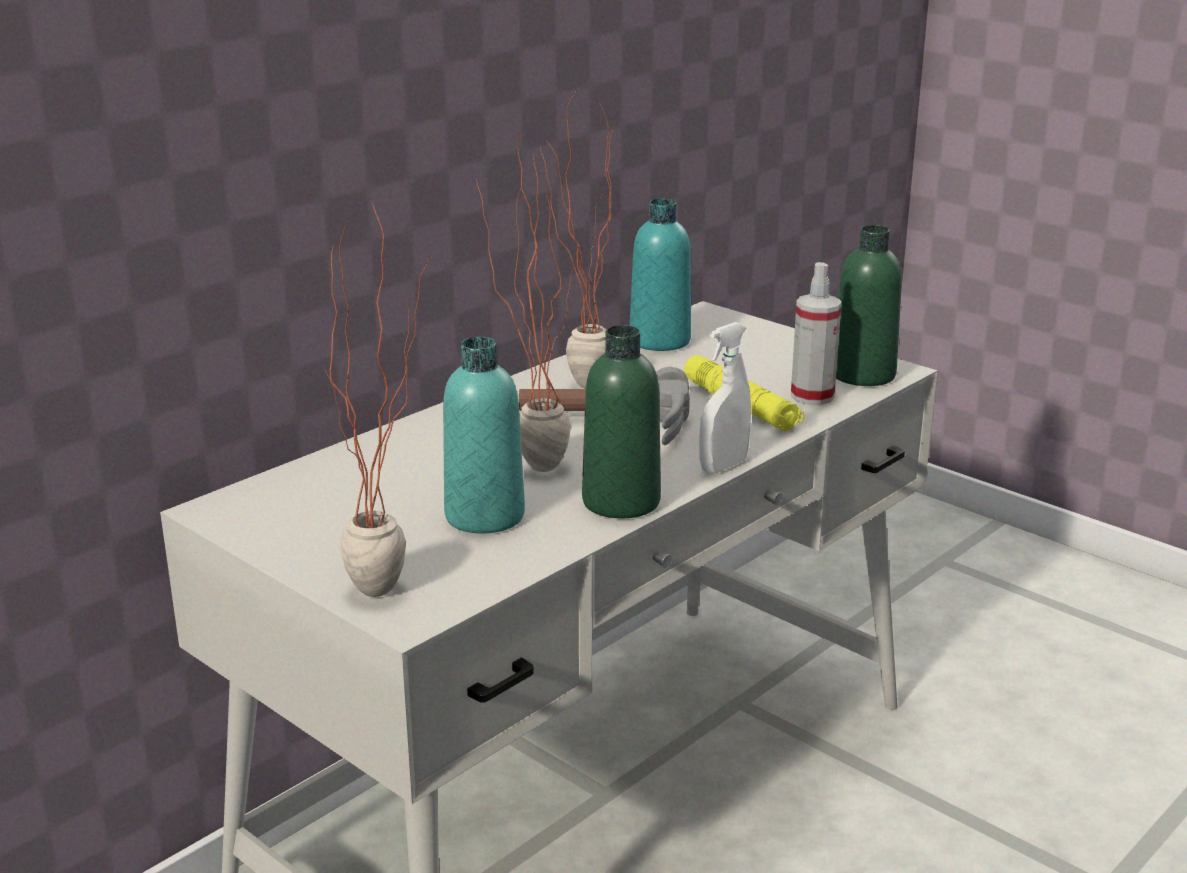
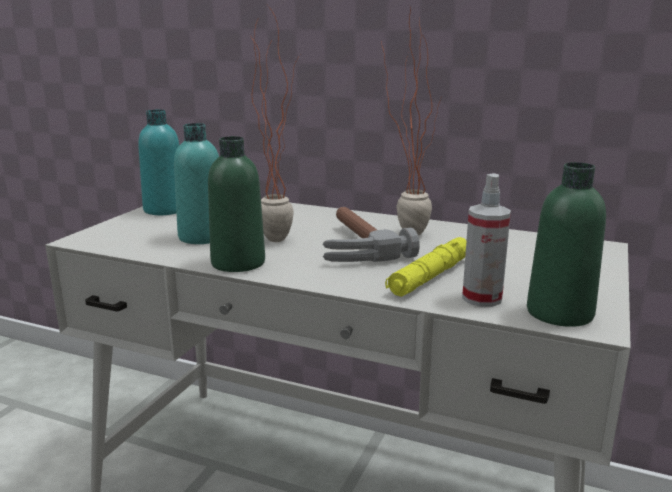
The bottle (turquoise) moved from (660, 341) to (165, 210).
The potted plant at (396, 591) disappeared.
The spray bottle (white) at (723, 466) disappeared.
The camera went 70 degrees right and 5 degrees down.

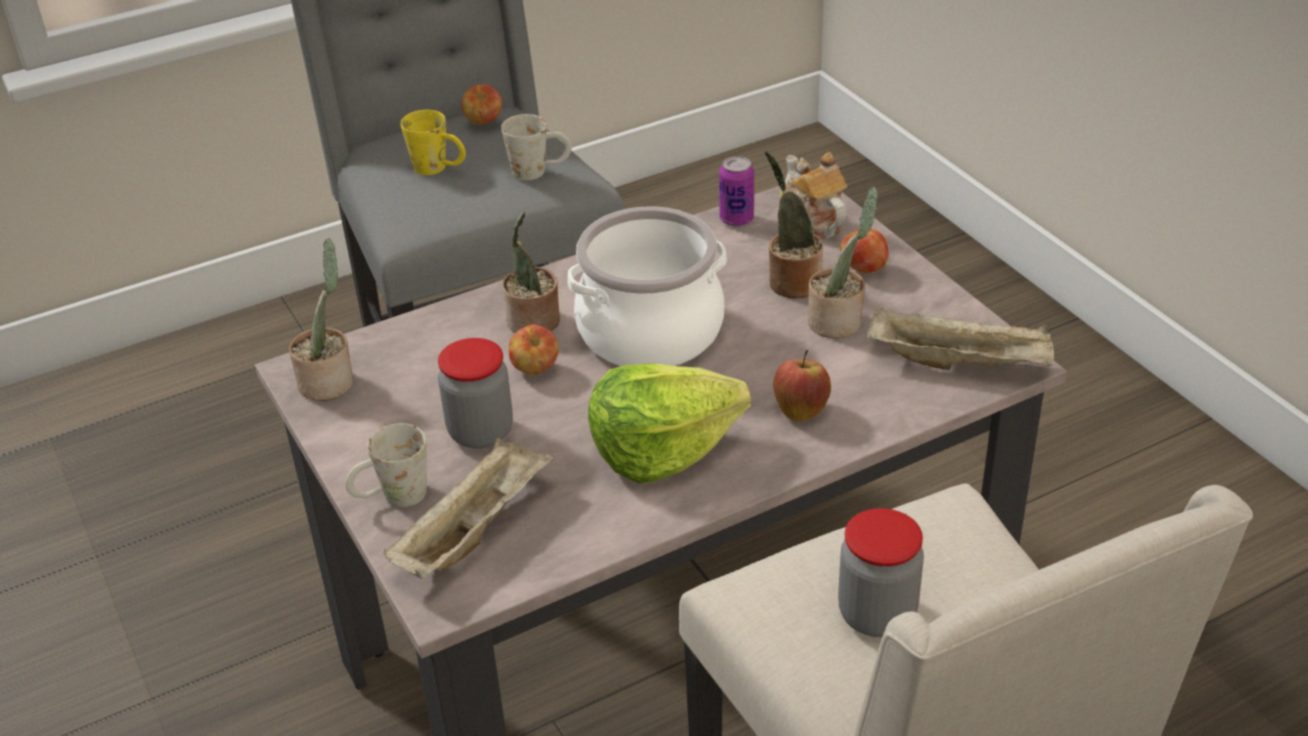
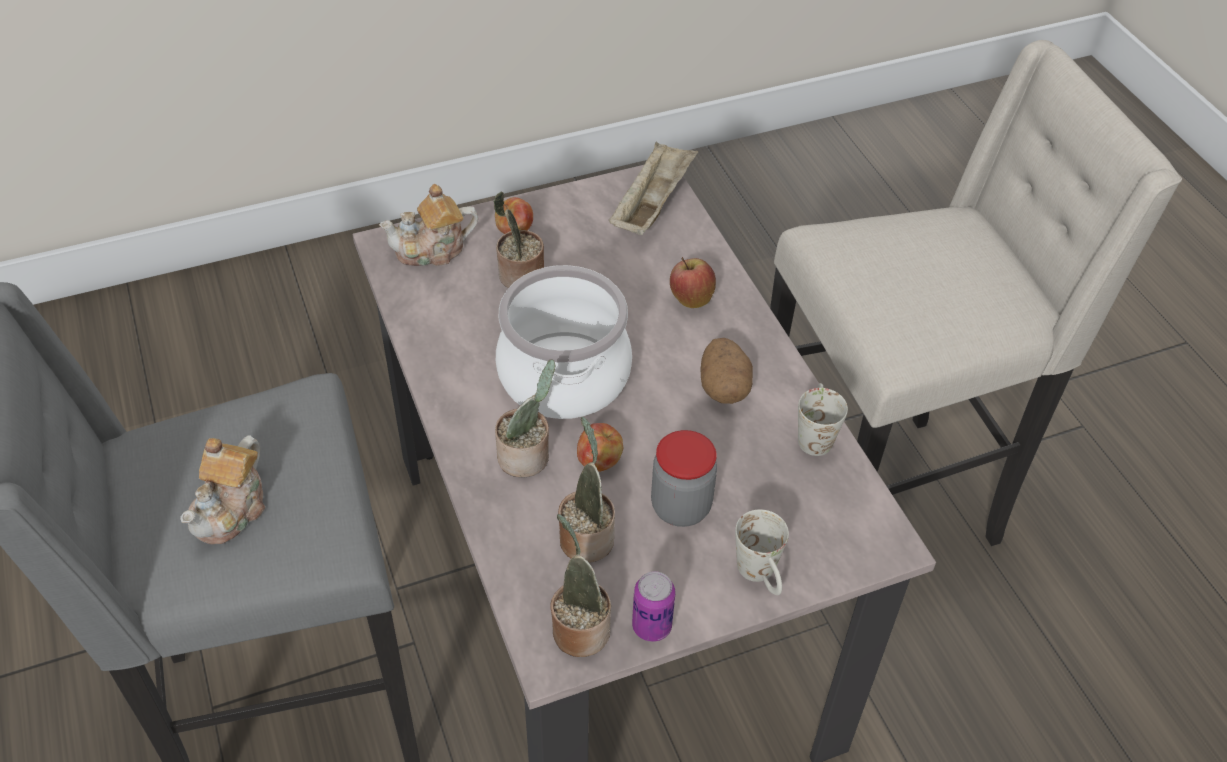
The mug (yellow) at (439, 169) was replaced by the teapot at (232, 509).
The potted plant moved from (839, 321) to (586, 536).
The can moved from (736, 219) to (651, 626).
The lettuce at (662, 449) was replaced by the potato at (724, 387).
The mug (white) moved from (539, 171) to (814, 433).
The tray (beige) at (474, 530) disappeared.
The apple at (483, 123) disappeared.
The jar at (877, 615) disappeared.
The camera went 85 degrees left and 10 degrees up.

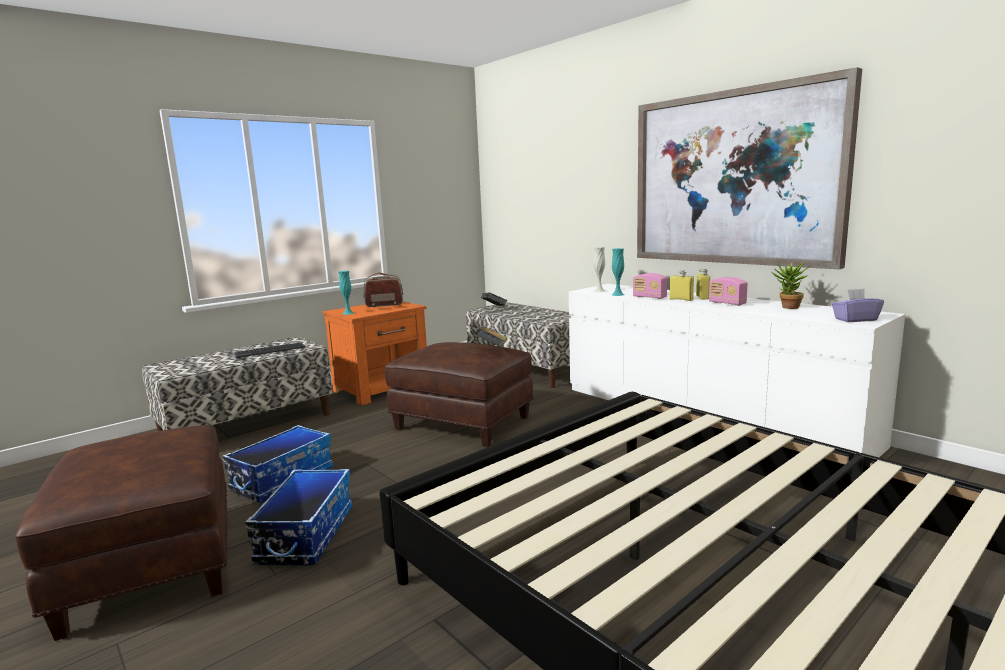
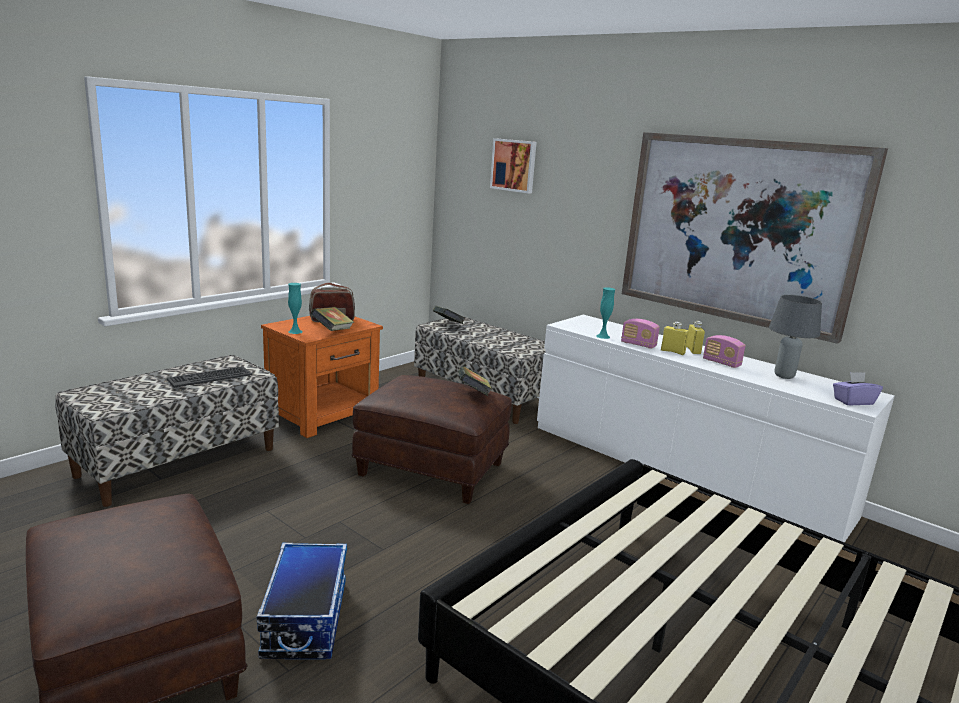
The book at (332, 331) appeared.
The picture at (514, 165) appeared.
The potted plant at (788, 307) was replaced by the table lamp (grey) at (783, 376).
The storage box at (283, 479) disappeared.
The vase (white) at (599, 291) disappeared.
The camera went 10 degrees left and 5 degrees up.

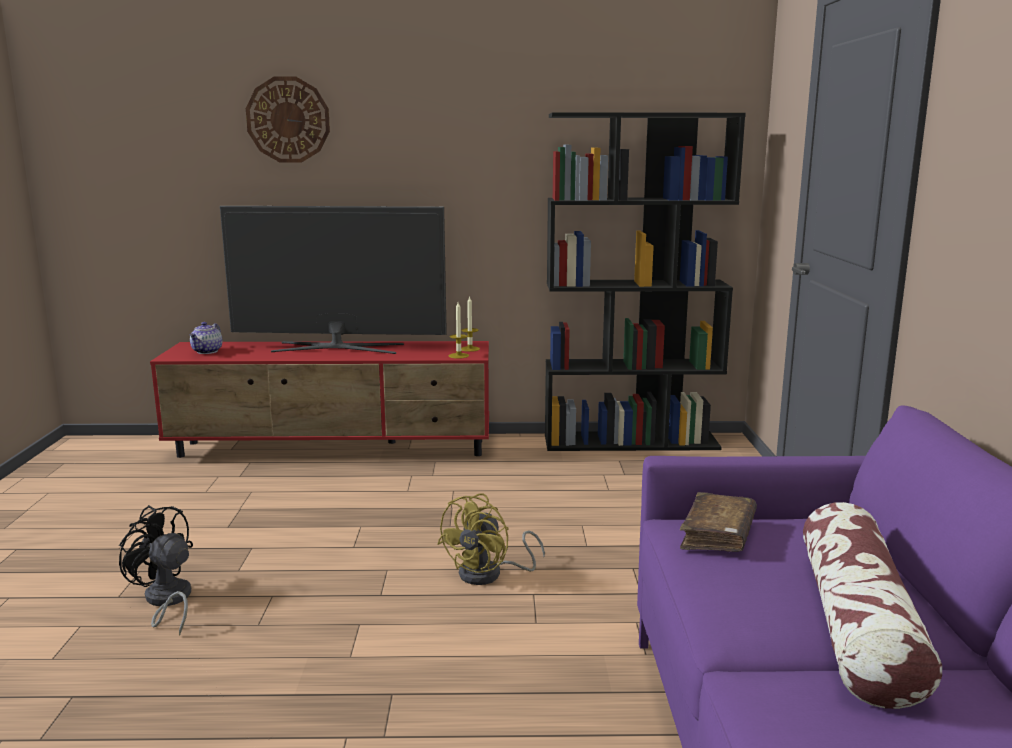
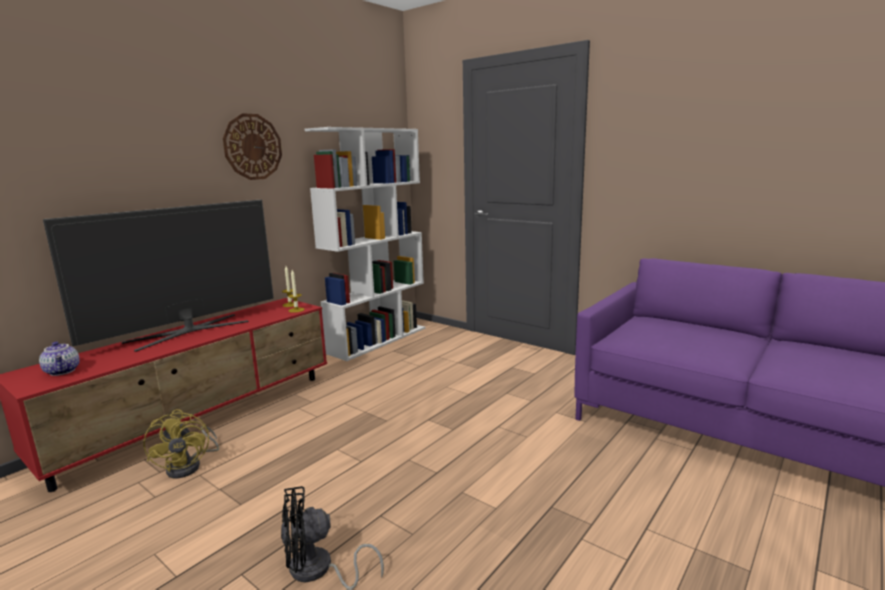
The fan (yellow) moved from (489, 574) to (190, 466).
The wall clock moved from (288, 120) to (253, 147).
The bookcase (black) at (631, 441) became the bookcase (white) at (378, 340).
The book (brown) at (718, 535) disappeared.
The pillow at (857, 626) disappeared.
The camera went 50 degrees left and 0 degrees up.

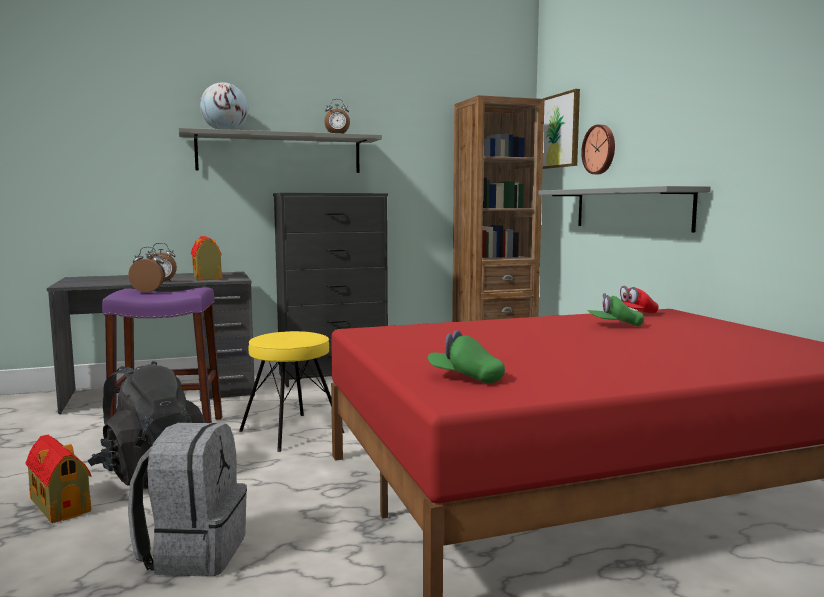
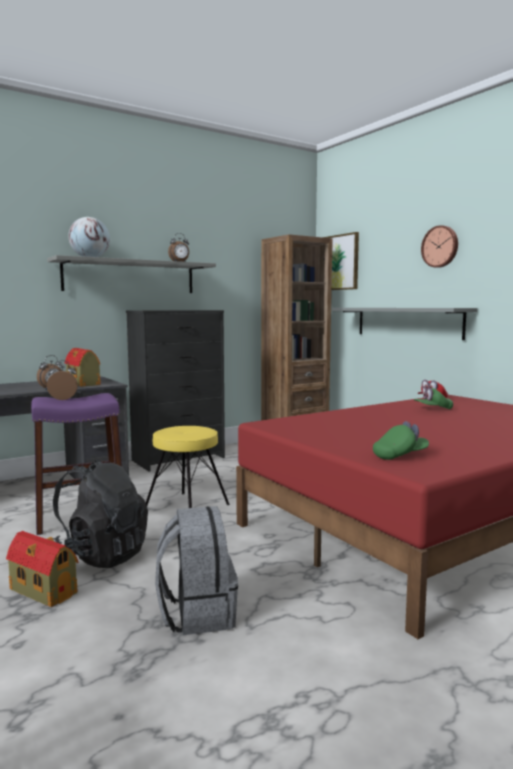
The cap (green) at (465, 378) turned 150 degrees clockwise.
The wall clock moved from (600, 149) to (440, 246).
The camera went 15 degrees left and 0 degrees up.

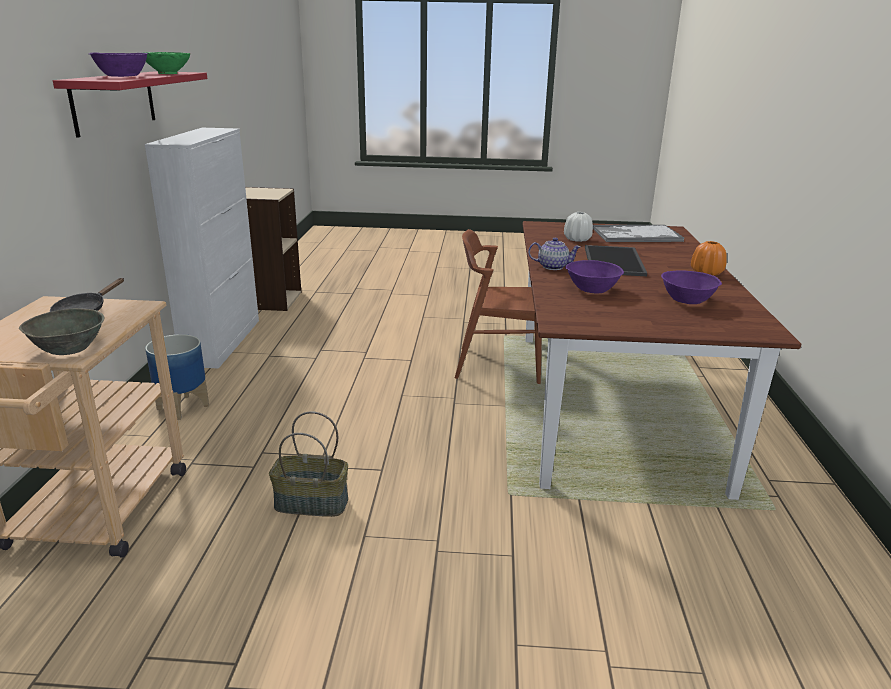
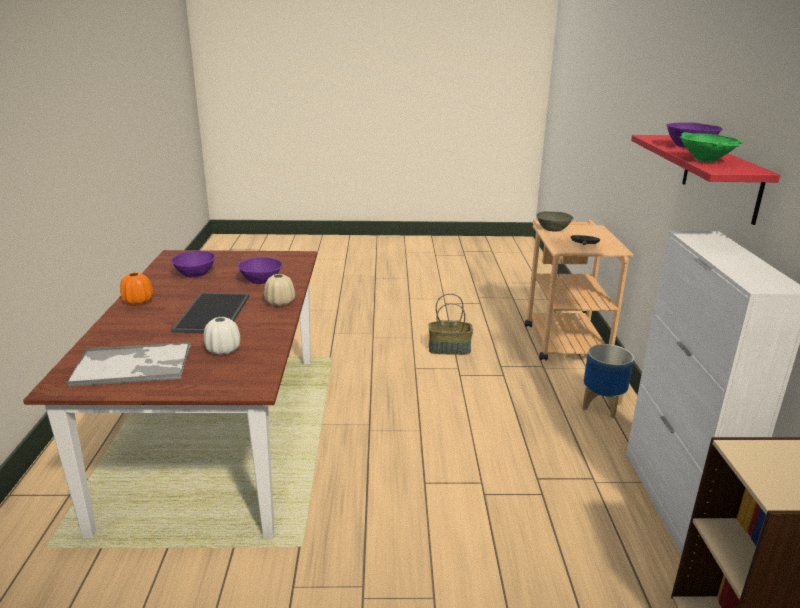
The teapot at (552, 267) was replaced by the vase (beige) at (280, 302).
The chair (brown) at (498, 365) disappeared.
The camera went 175 degrees right and 0 degrees up.

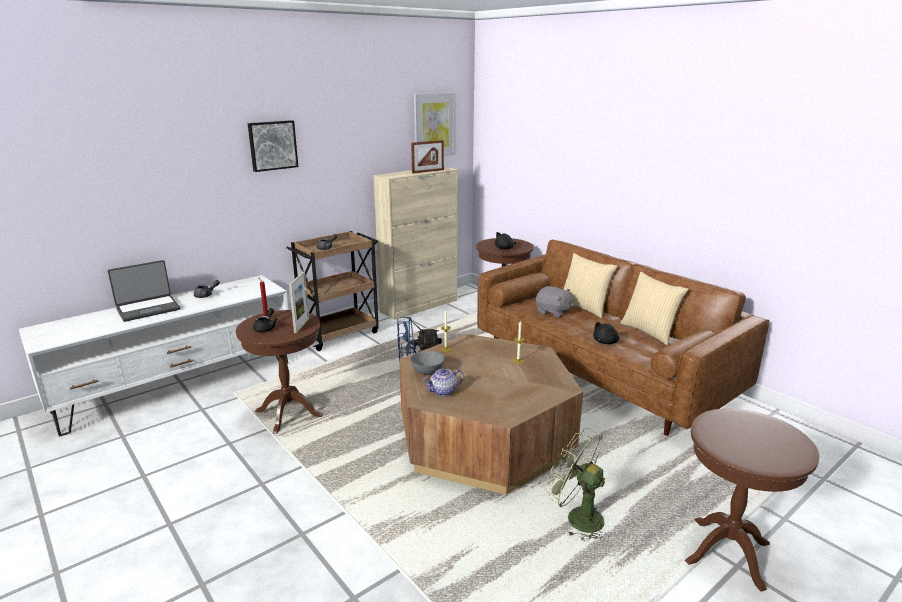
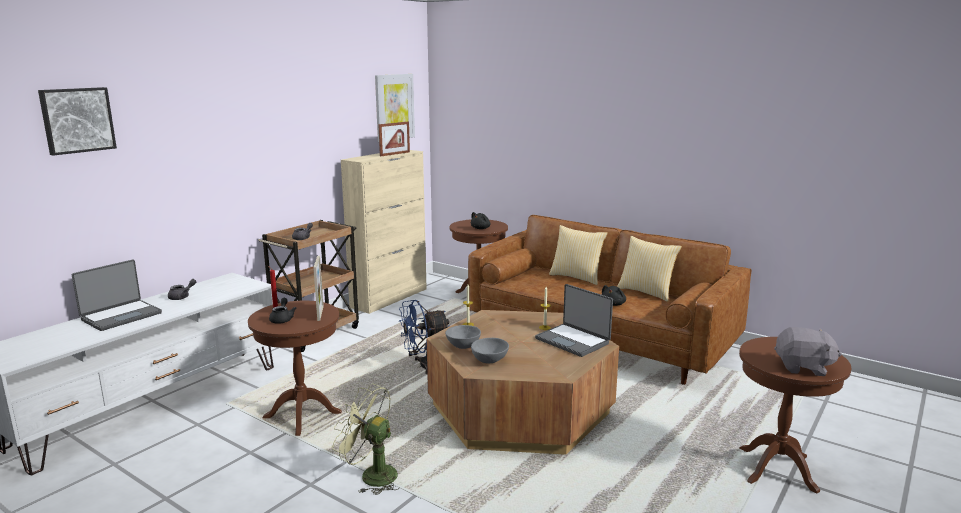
The picture moved from (272, 145) to (77, 120).
The fan (green) moved from (577, 517) to (371, 475).
The teapot at (444, 392) was replaced by the bowl (grey) at (490, 361).
The laptop at (573, 341) appeared.
The plush toy (grey) moved from (553, 312) to (803, 367).
The camera went 15 degrees left and 5 degrees down.

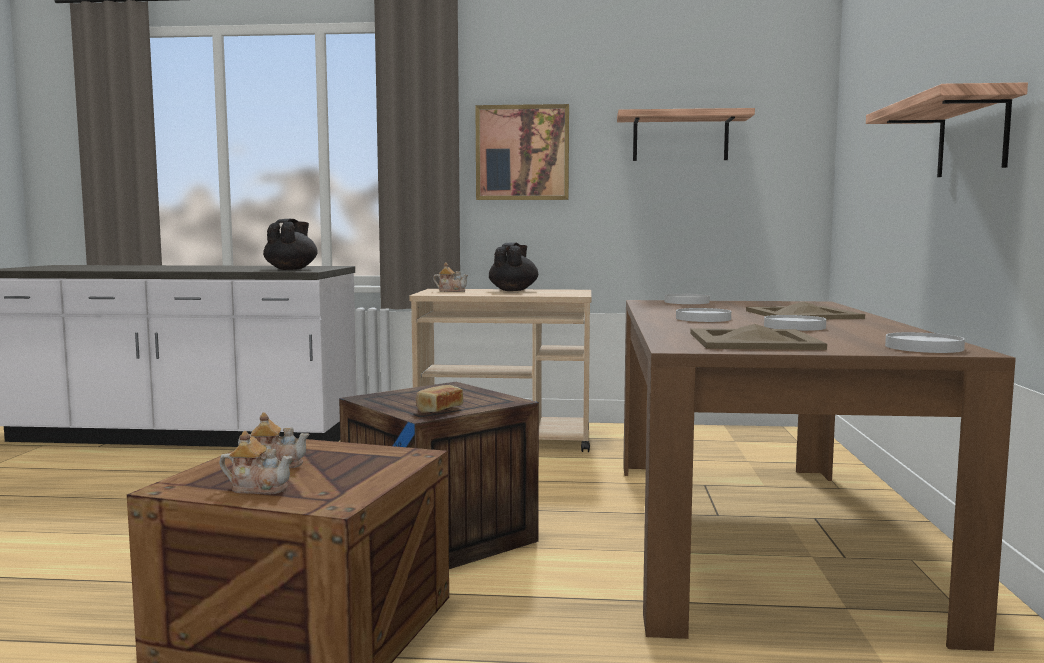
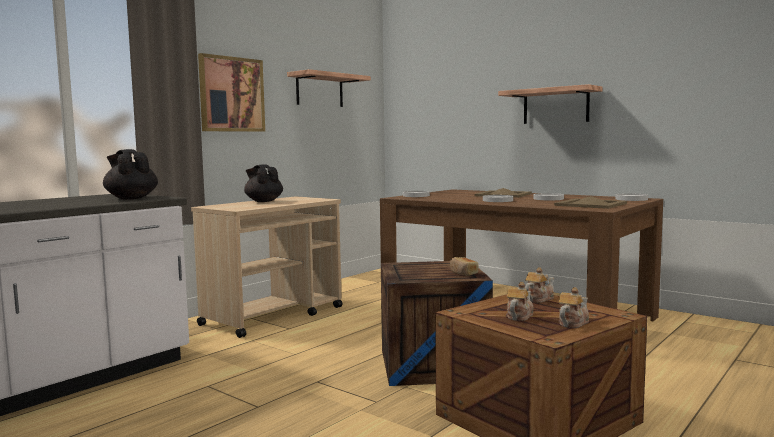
The teapot moved from (451, 291) to (538, 299).
The camera went 55 degrees left and 0 degrees up.

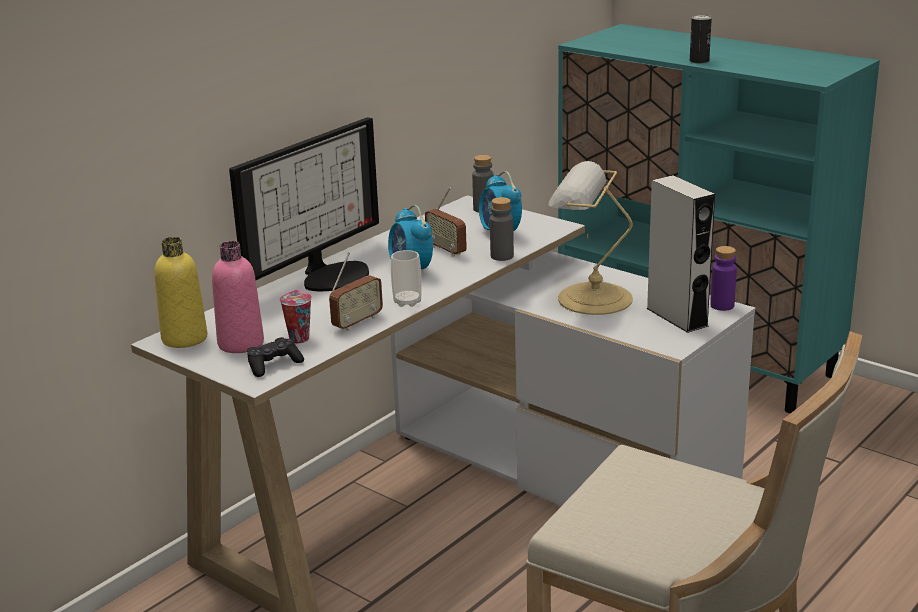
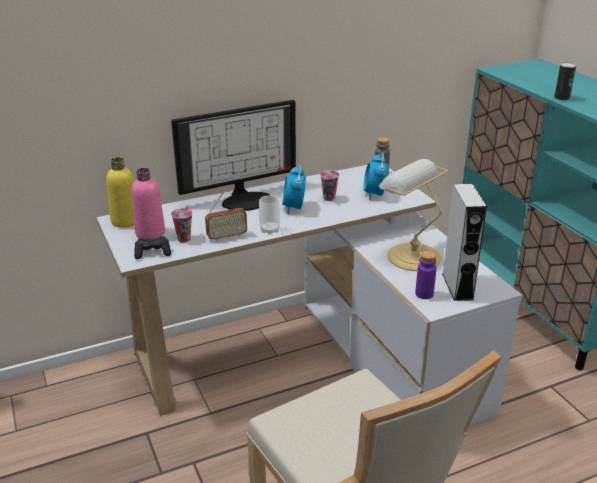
The radio at (446, 250) was replaced by the cup at (329, 199).
The bottle (purple) moved from (722, 305) to (424, 294).
The bottle (grey) at (502, 256) disappeared.
The camera went 25 degrees right and 5 degrees up.

